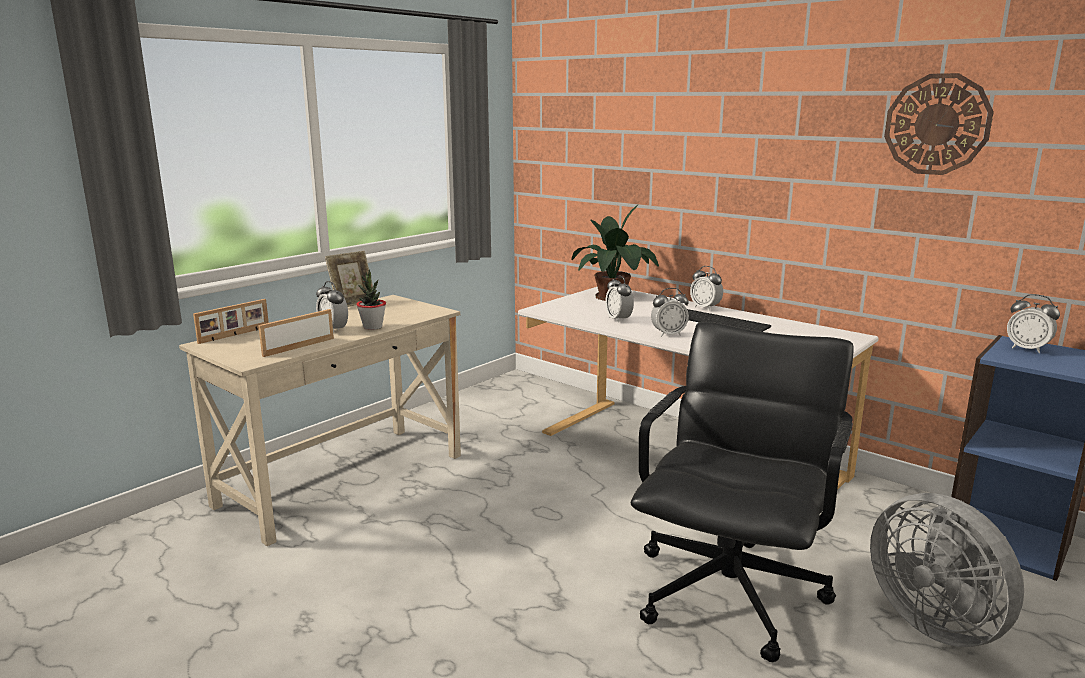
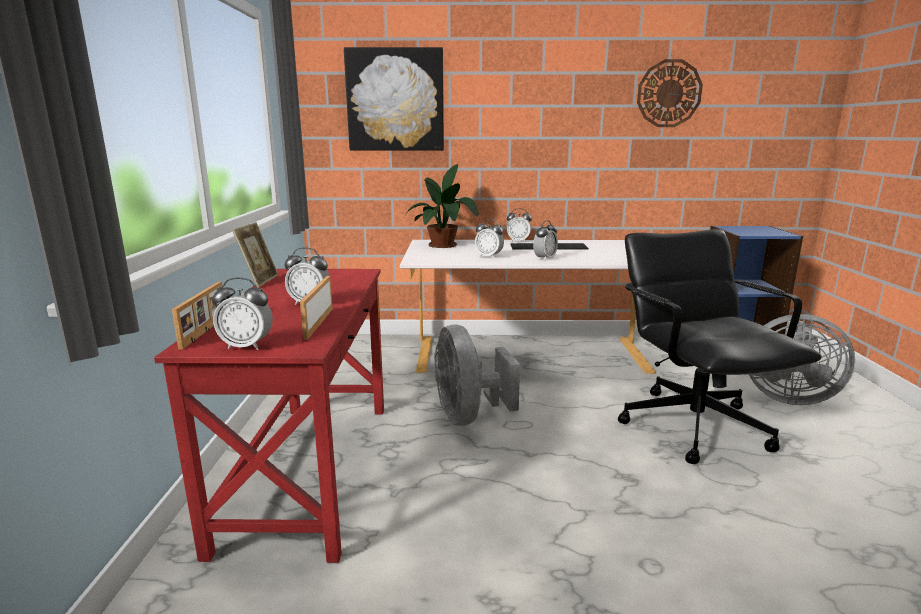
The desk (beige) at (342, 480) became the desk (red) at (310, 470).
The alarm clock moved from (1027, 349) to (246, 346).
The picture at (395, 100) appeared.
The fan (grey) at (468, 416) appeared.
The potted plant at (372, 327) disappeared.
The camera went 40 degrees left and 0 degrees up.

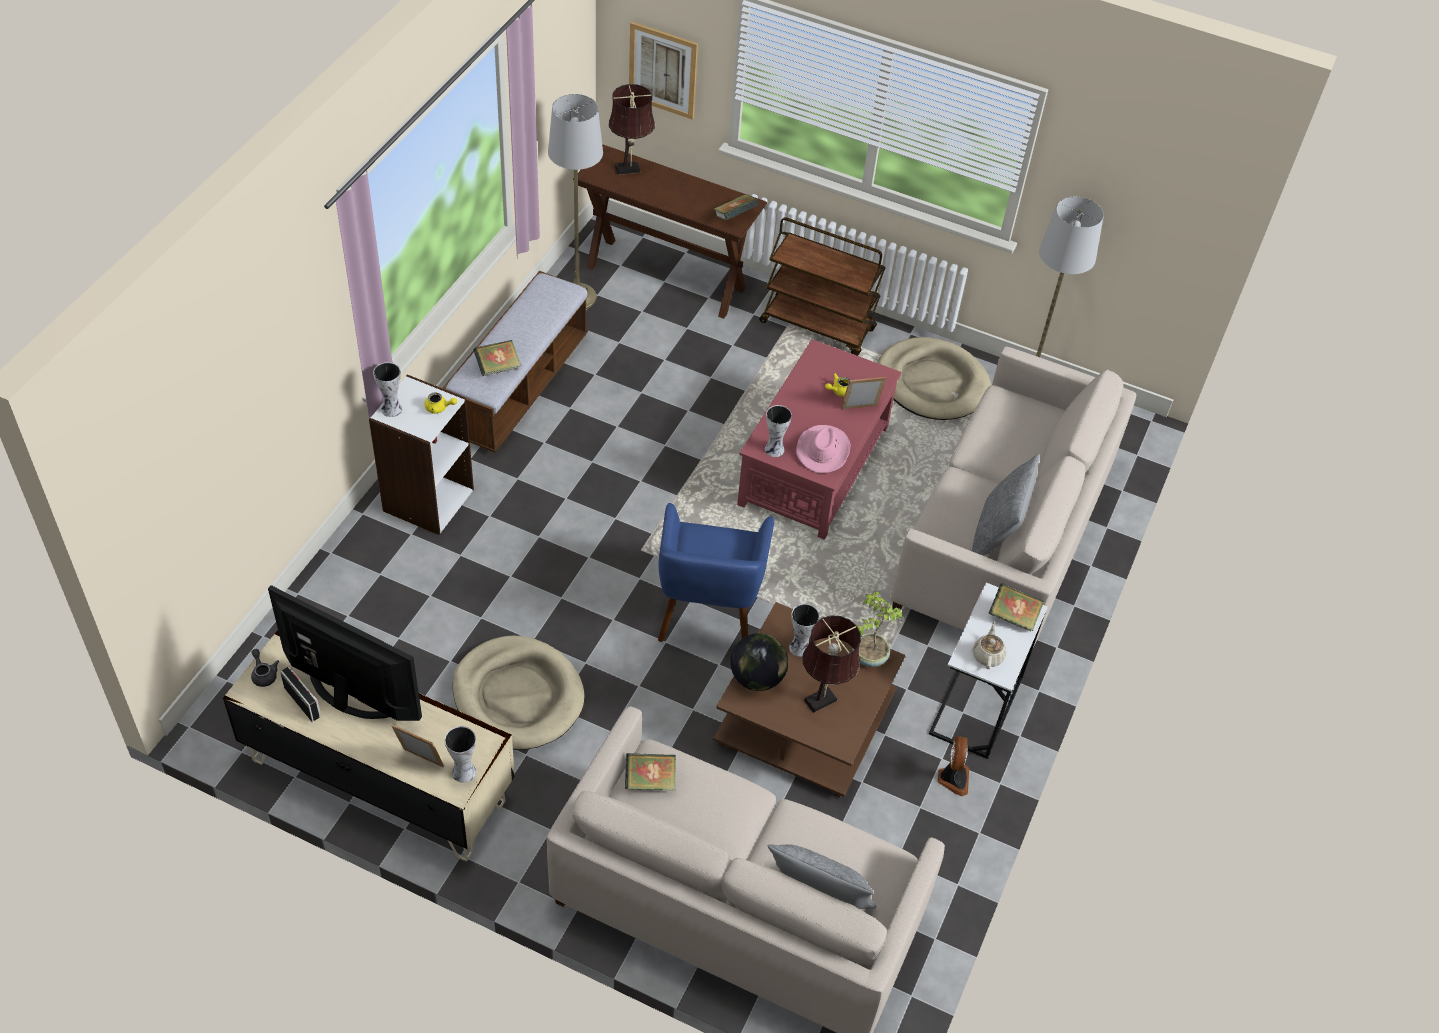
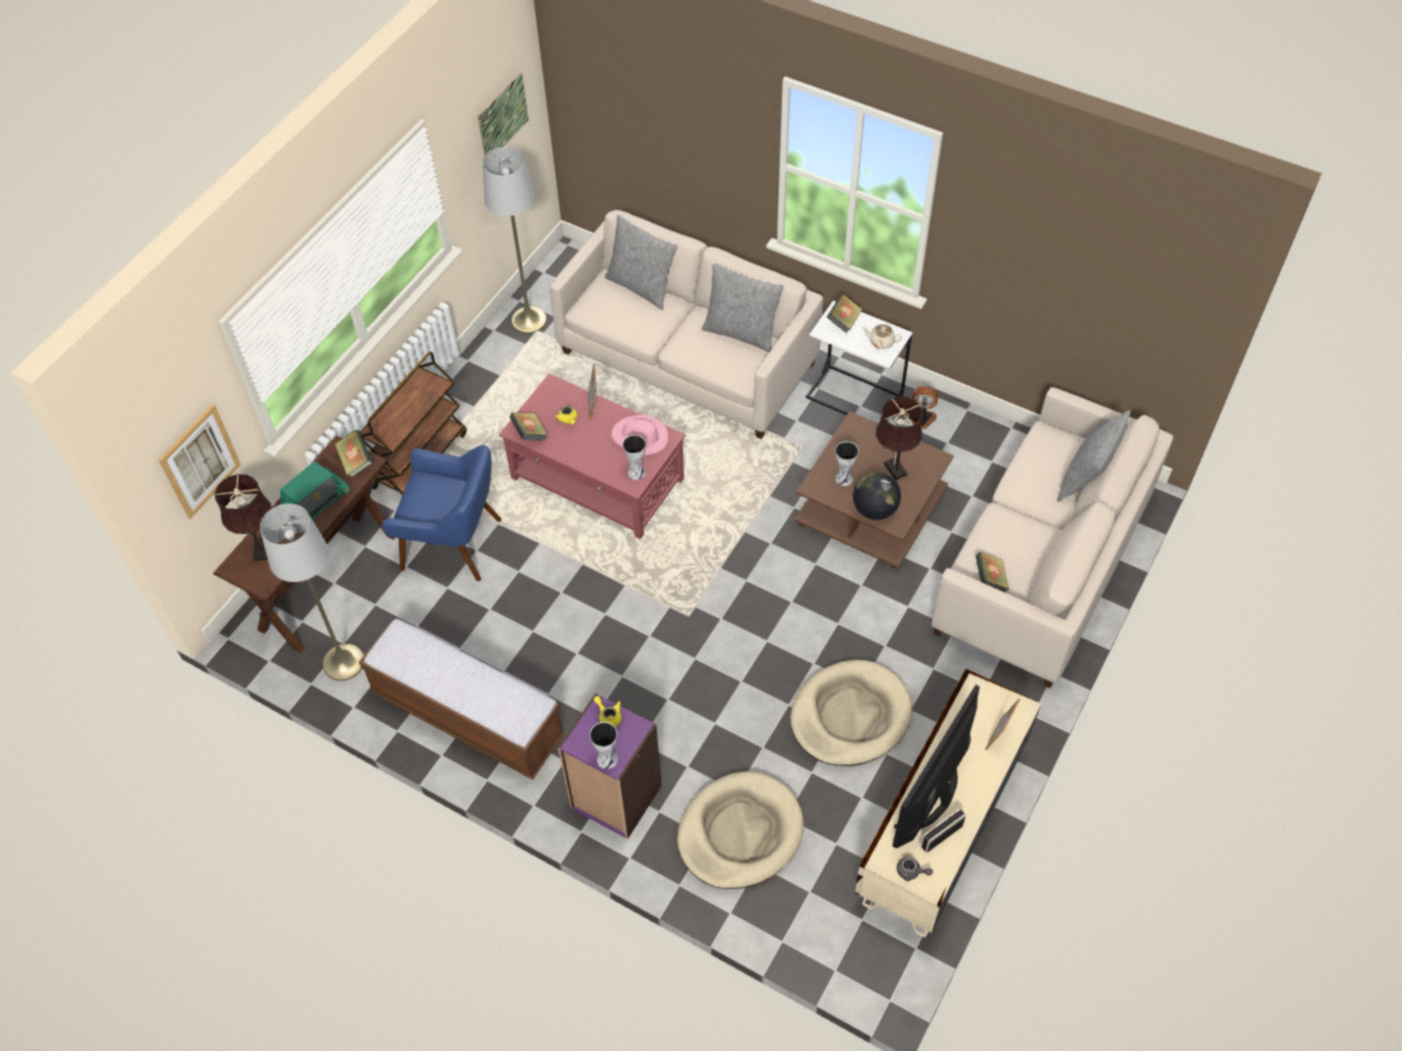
The radio at (316, 502) appeared.
The armchair (blue) moved from (708, 611) to (453, 543).
The picture at (502, 117) appeared.
The book moved from (498, 367) to (530, 434).
The bookcase (white) at (427, 499) became the bookcase (purple) at (615, 798).
The teapot (yellow) at (439, 408) turned 60 degrees counterclockwise.
The pillow (grey) at (641, 286) appeared.
The dog bed (beige) moved from (932, 383) to (740, 833).
The teapot (grey) at (264, 674) turned 135 degrees counterclockwise.
The vase at (463, 771) disappeared.
The potted plant at (868, 656) disappeared.
The camera went 80 degrees left and 5 degrees up.

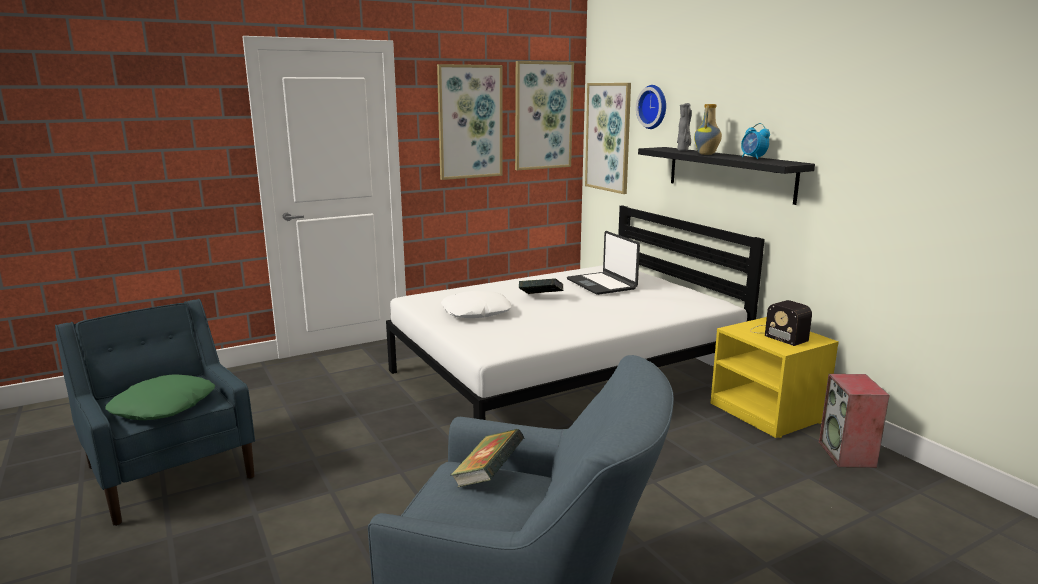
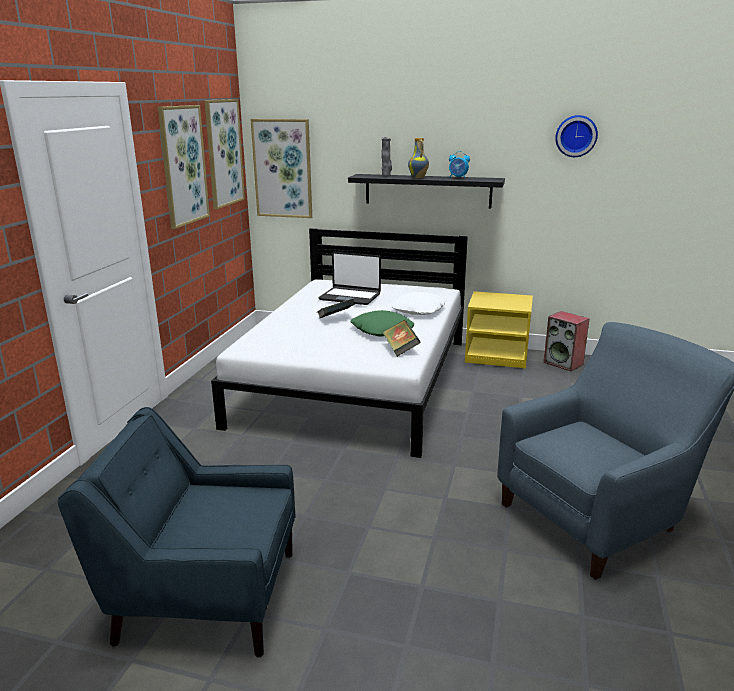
The pillow (green) moved from (163, 406) to (381, 330).
The book moved from (488, 477) to (400, 349).
The pillow (white) moved from (476, 312) to (419, 310).
The wall clock moved from (654, 107) to (576, 136).
The radio at (777, 334) disappeared.
The camera went 45 degrees left and 5 degrees up.

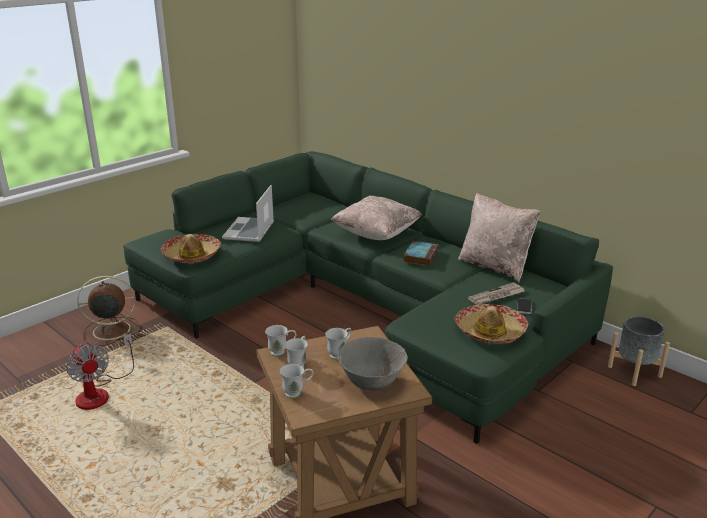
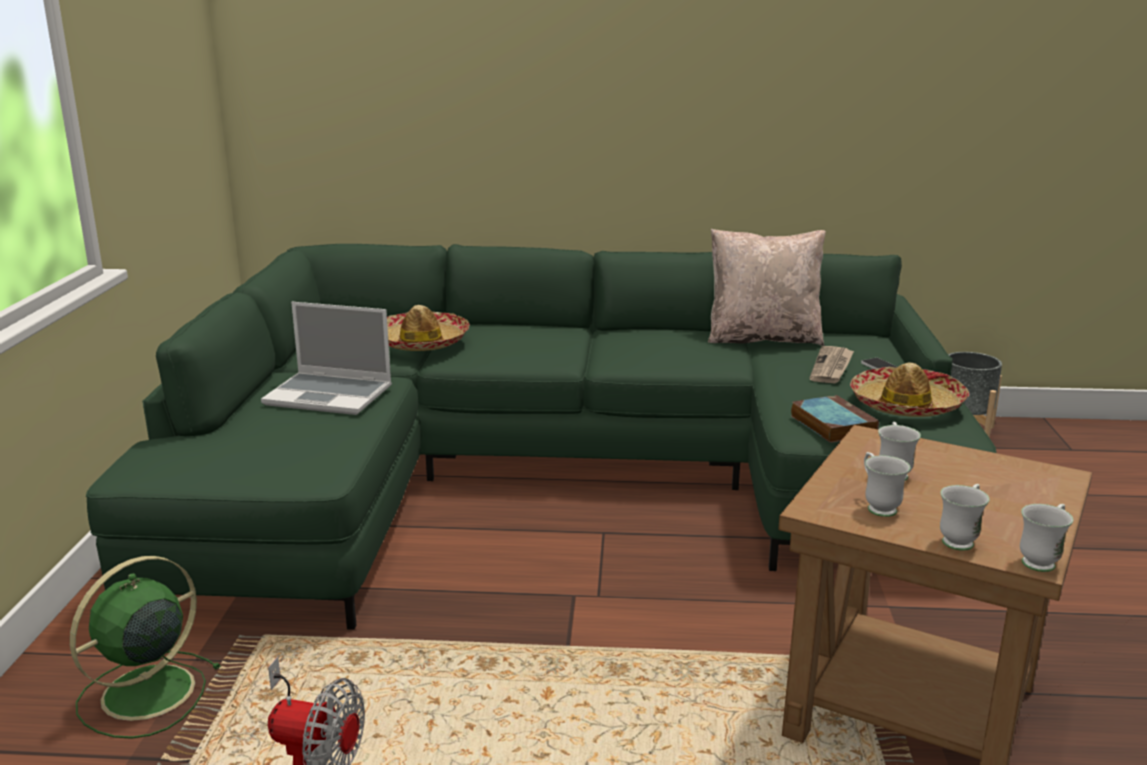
The fan (brown) at (110, 330) became the fan (green) at (144, 694).
The laptop at (249, 231) turned 45 degrees counterclockwise.
The hat moved from (192, 255) to (420, 342).
The book moved from (420, 256) to (831, 424).
The mug (white) moved from (281, 352) to (1042, 560).
The pillow (beige) at (376, 234) disappeared.
The bowl (grey) at (371, 382) disappeared.
The camera went 40 degrees left and 5 degrees down.

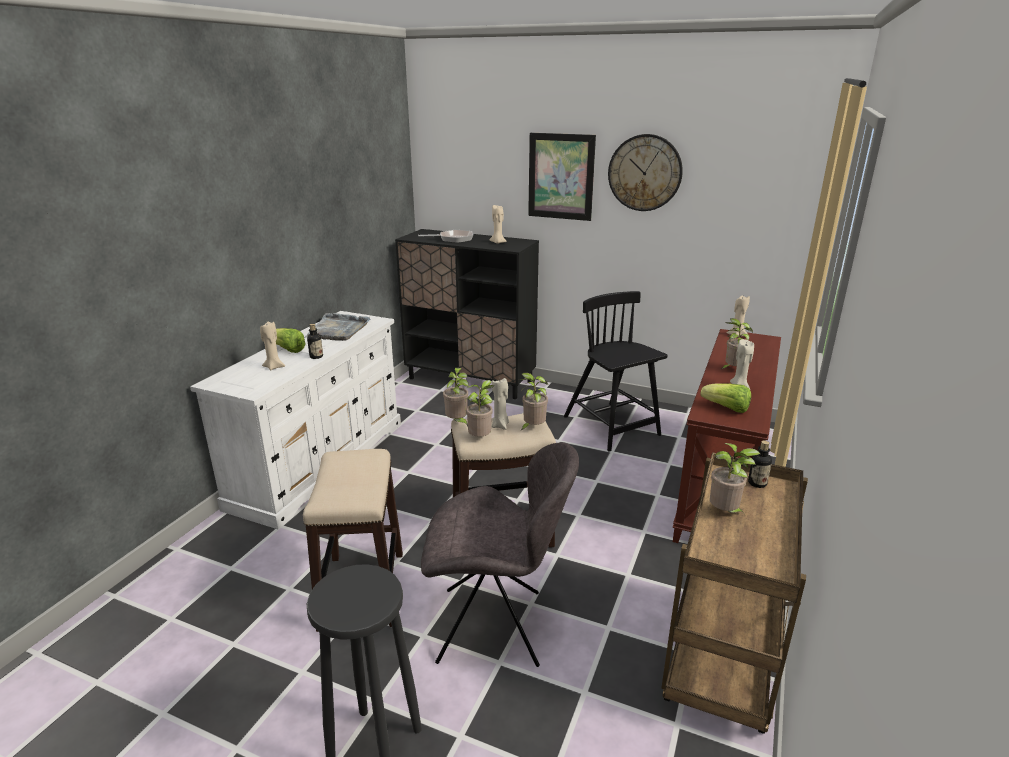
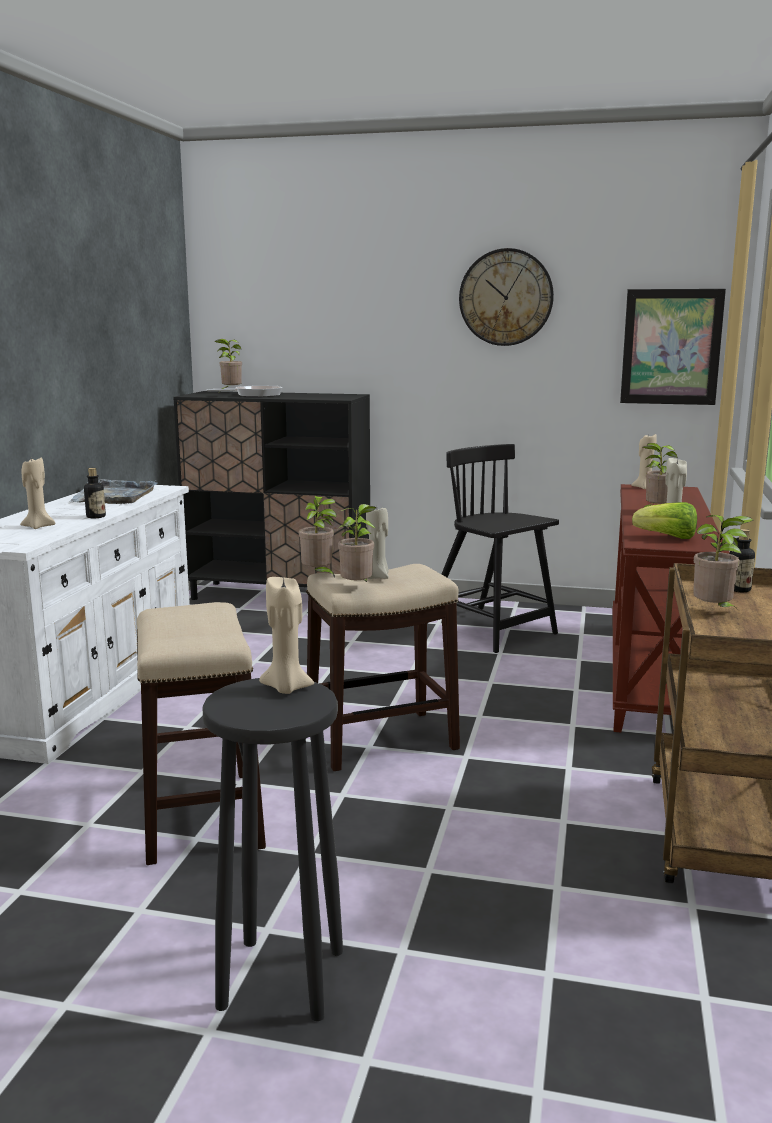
The potted plant moved from (532, 428) to (230, 392).
The candle (beige) moved from (497, 242) to (286, 688).
The picture moved from (561, 176) to (671, 347).
The lettuce at (288, 350) disappeared.
The chair (grey) at (495, 626) disappeared.
The camera went 10 degrees left and 10 degrees down.

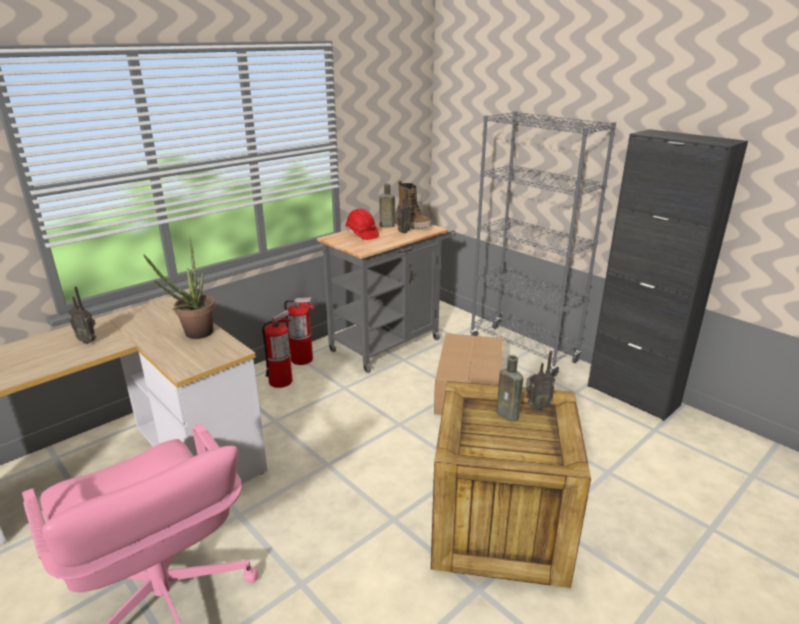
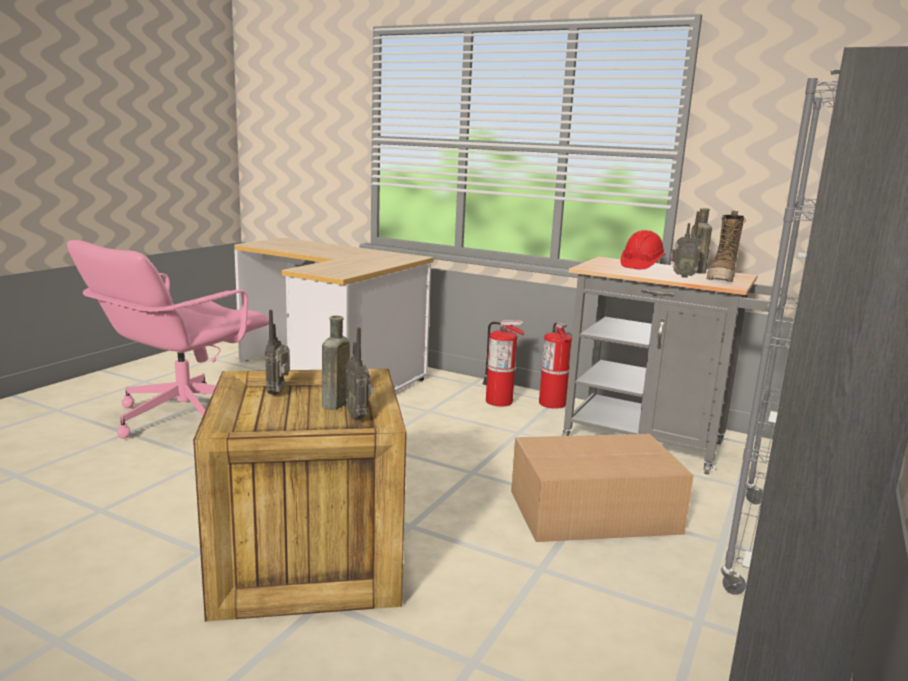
The radio moved from (88, 341) to (279, 393).
The potted plant at (194, 335) disappeared.
The camera went 70 degrees right and 10 degrees down.

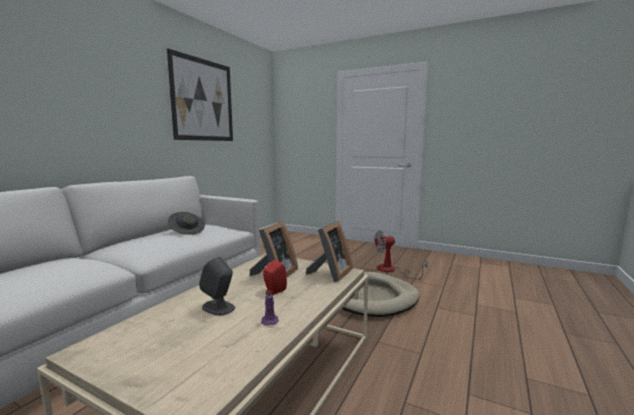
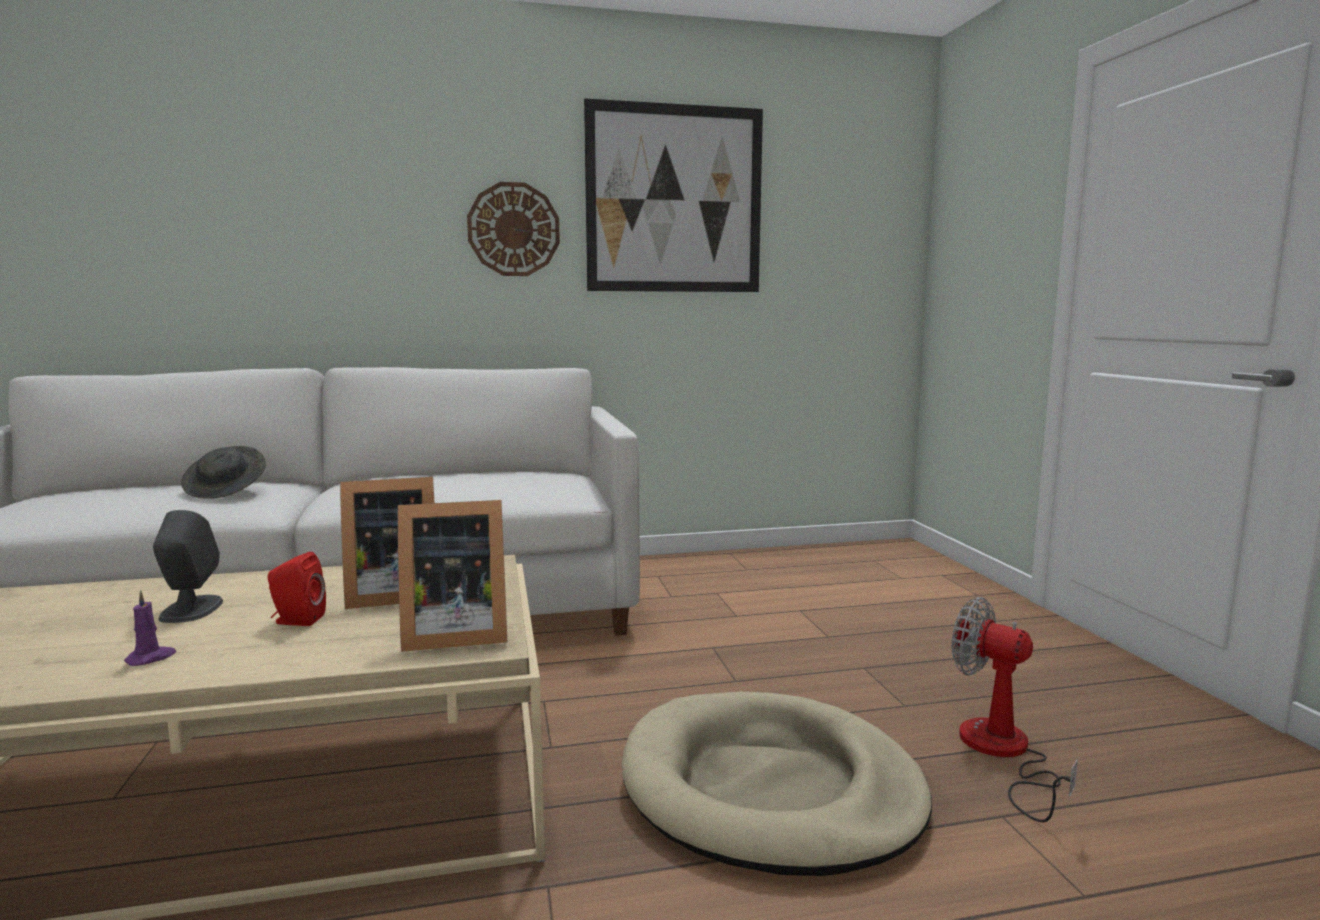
The hat (grey) moved from (187, 231) to (227, 490).
The wall clock at (514, 229) appeared.
The camera went 50 degrees right and 0 degrees up.

